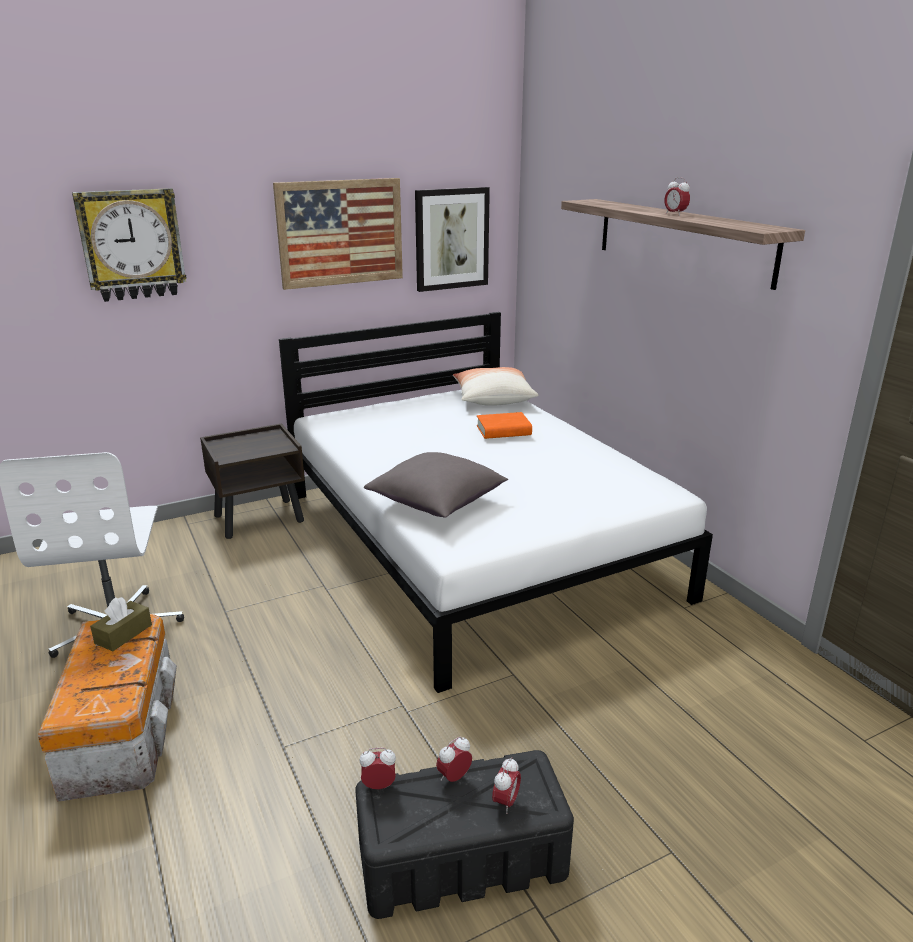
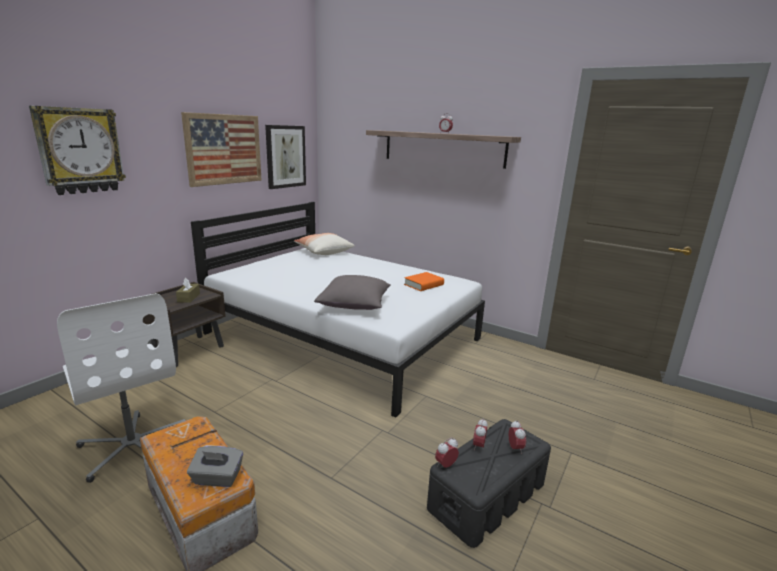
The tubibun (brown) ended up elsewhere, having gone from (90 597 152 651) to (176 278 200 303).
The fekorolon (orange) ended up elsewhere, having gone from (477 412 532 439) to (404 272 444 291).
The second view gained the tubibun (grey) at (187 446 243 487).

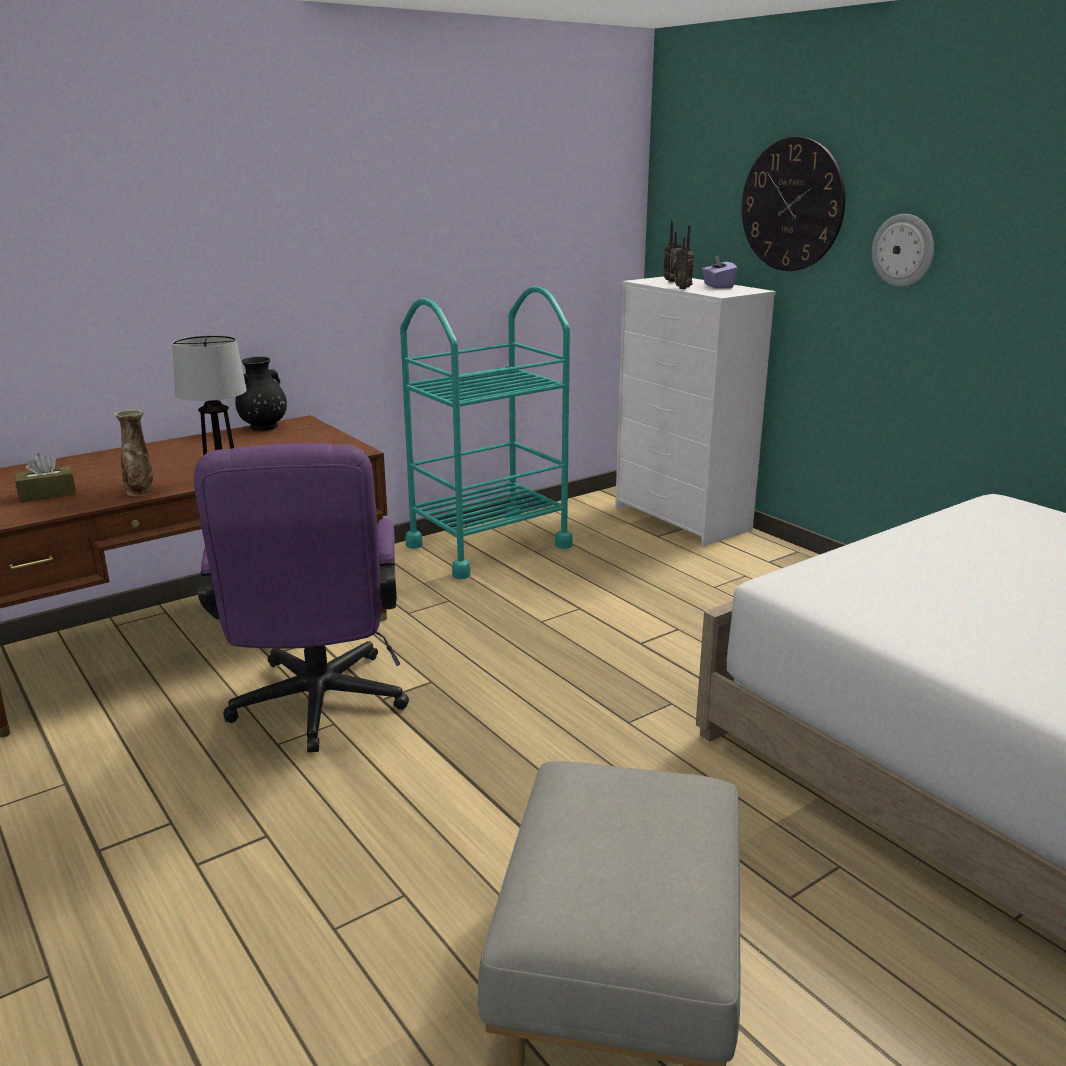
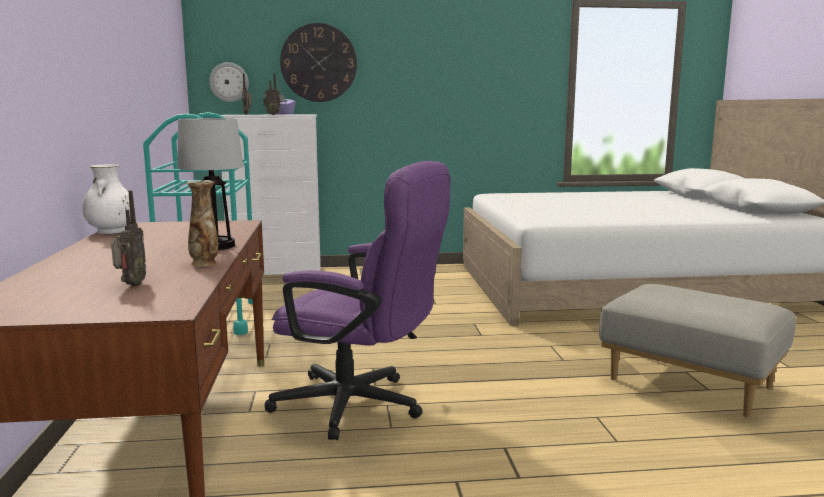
Where the tubibun (brown) stood at (15 453 76 502), the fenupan came to stand at (111 190 146 286).
What was the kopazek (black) at (235 357 287 431) turned into the kopazek (white) at (83 164 135 234).
The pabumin ended up elsewhere, having gone from (872 214 934 287) to (209 62 249 102).

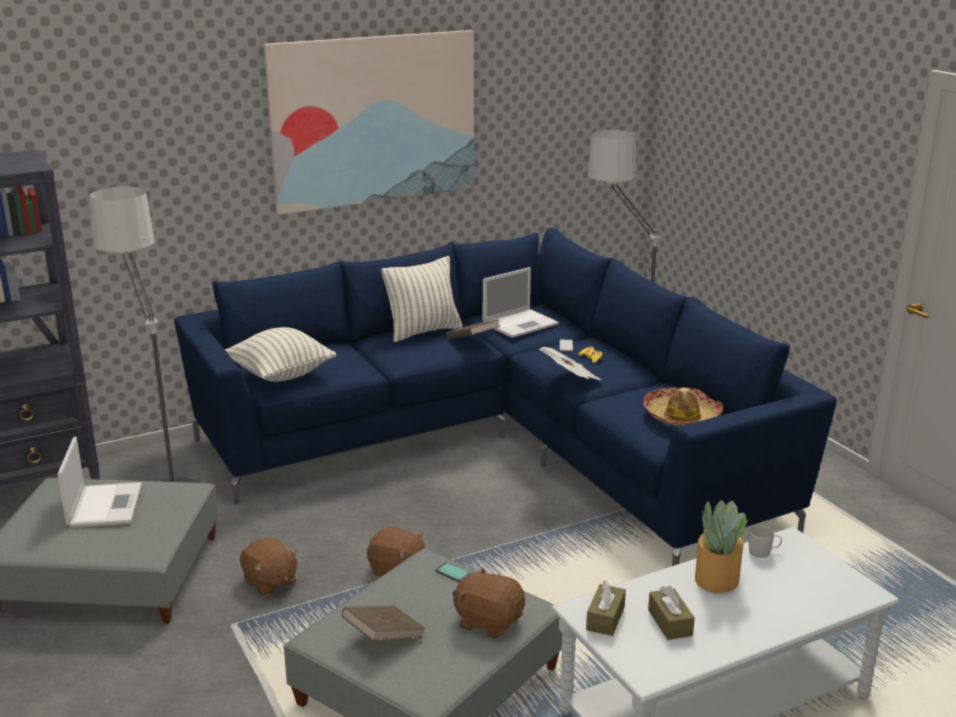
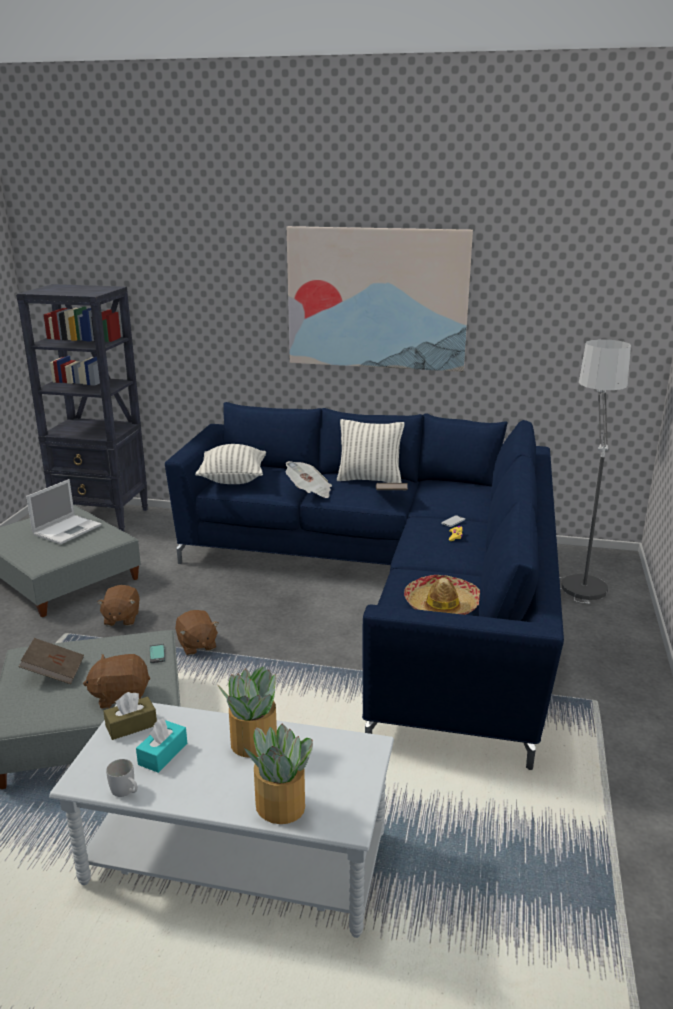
The second view lost the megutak at (90 186 200 483).
The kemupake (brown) at (452 567 525 639) ended up facing another way, 75 degrees counterclockwise from before.
The second view lost the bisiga at (483 267 559 338).
The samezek ended up elsewhere, having gone from (539 347 602 380) to (286 461 332 498).
What was the tubibun (brown) at (648 586 695 640) turned into the tubibun (turquoise) at (136 718 187 773).
The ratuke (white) ended up elsewhere, having gone from (749 525 782 558) to (106 759 138 797).
The second view gained the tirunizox at (244 724 313 824).

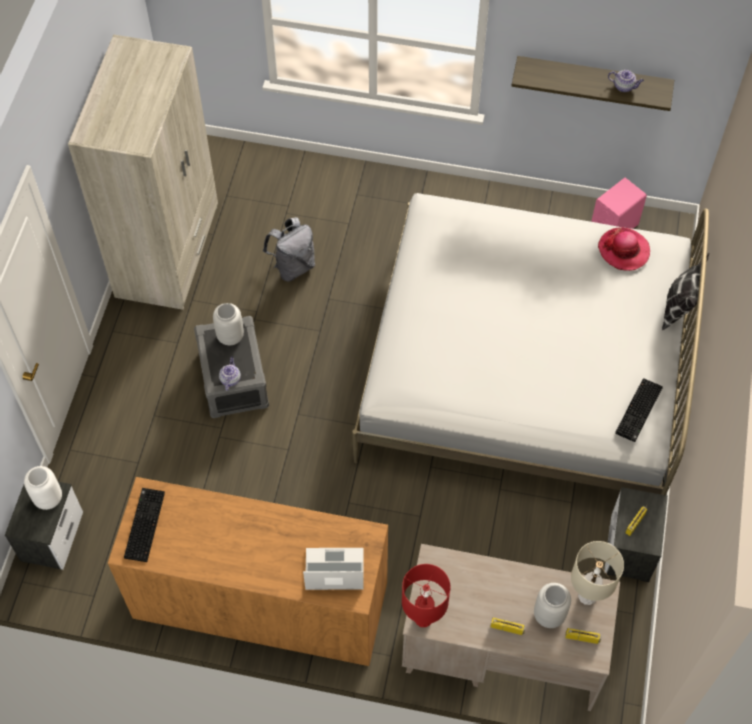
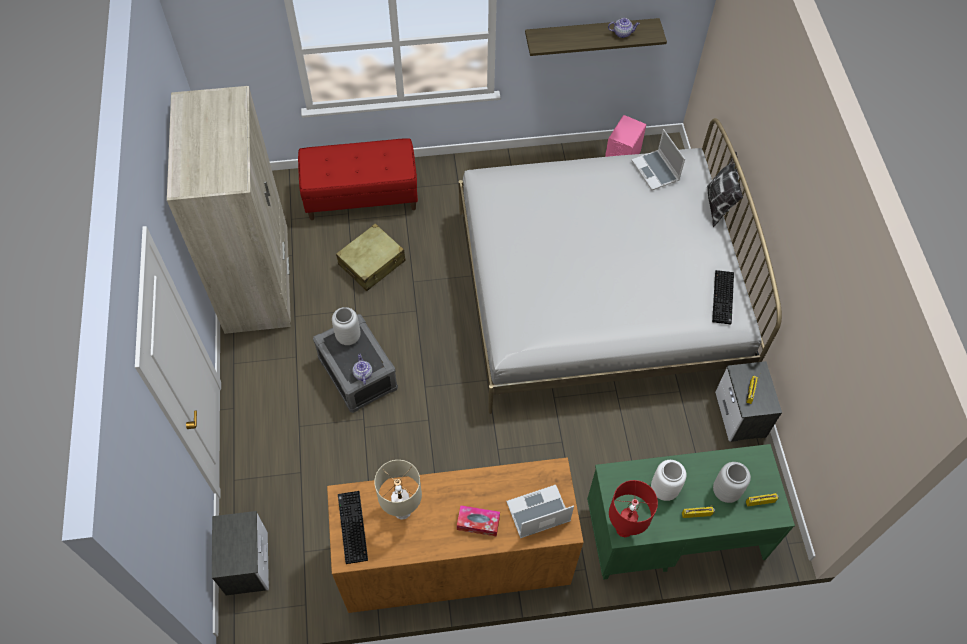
The kopazek (white) ended up elsewhere, having gone from (24 466 62 510) to (651 460 686 501).
Where the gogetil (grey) stood at (263 217 315 281), the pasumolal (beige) came to stand at (336 223 406 291).
What was the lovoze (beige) at (402 544 620 711) turned into the lovoze (green) at (587 444 795 580).
The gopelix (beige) ended up elsewhere, having gone from (571 541 624 605) to (374 460 422 520).
Where the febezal stood at (598 227 650 271), the bisiga came to stand at (631 129 685 190).
The second view gained the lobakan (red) at (298 138 418 220).
The second view gained the tubibun at (457 505 500 537).

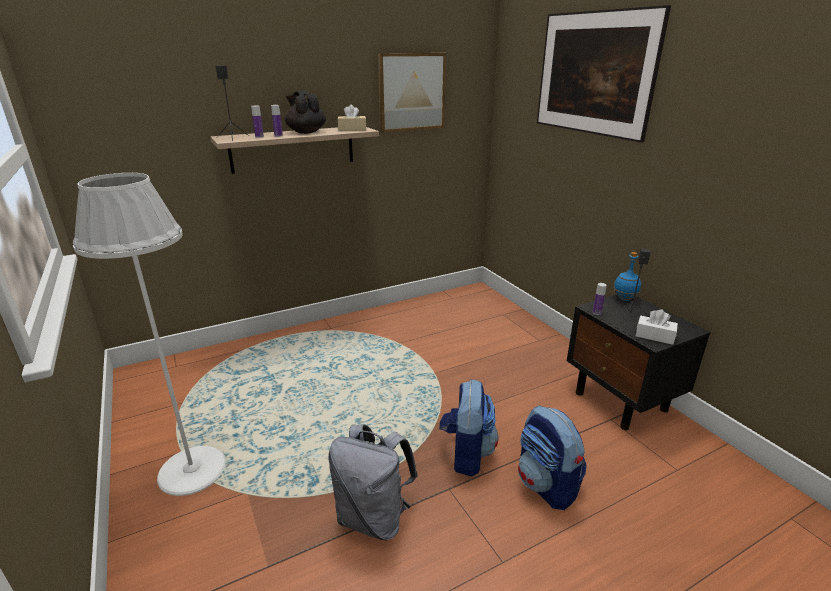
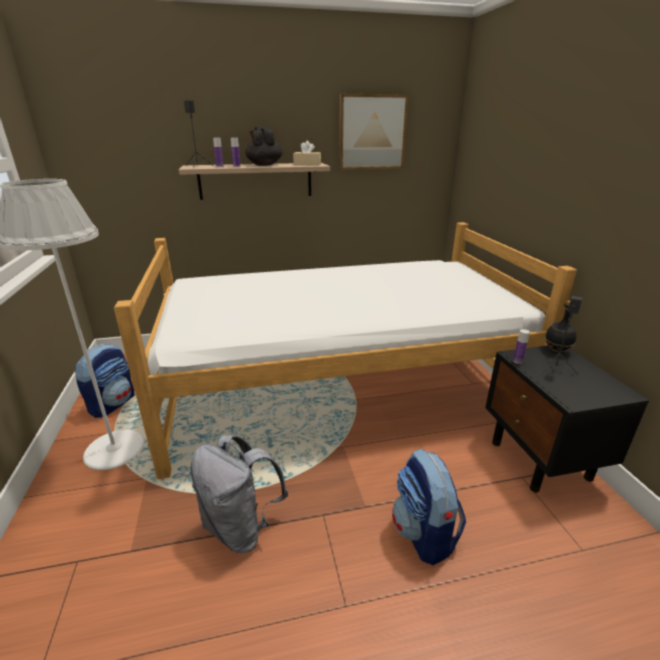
The gogetil ended up elsewhere, having gone from (439 380 498 477) to (75 344 135 418).
The second view lost the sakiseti at (537 5 671 143).
What was the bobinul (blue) at (614 252 641 301) turned into the bobinul (black) at (545 301 577 353).
The second view lost the tubibun (white) at (636 309 678 345).
The second view gained the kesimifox at (114 222 577 479).

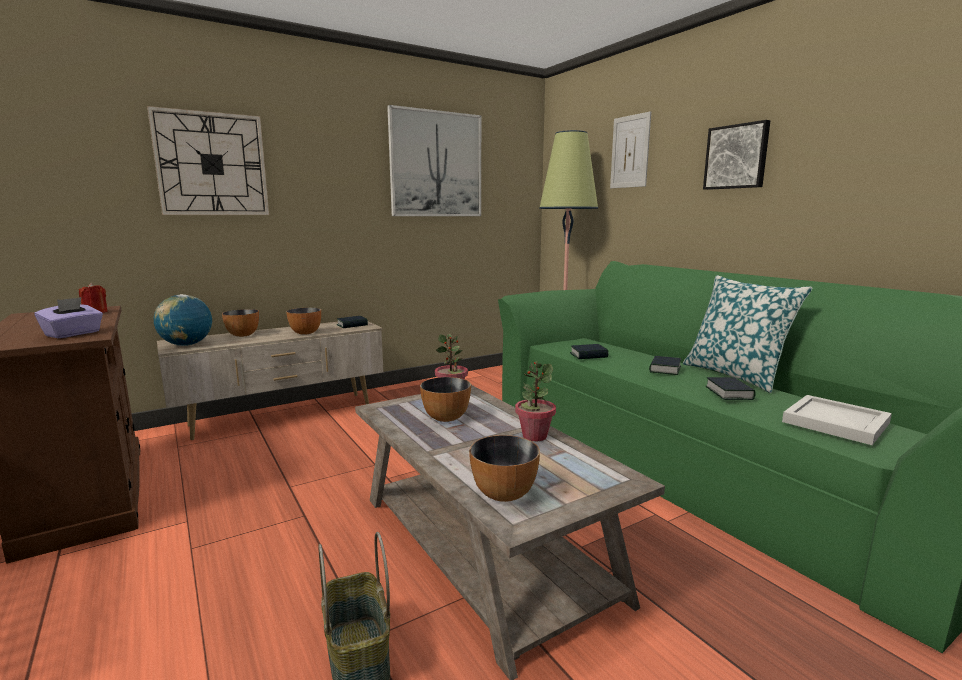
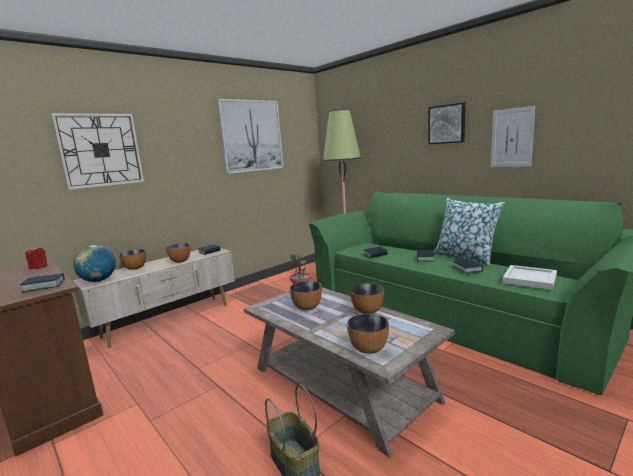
Where the tubibun (purple) stood at (34 297 103 338), the fekorolon came to stand at (20 273 65 292).
Where the tirunizox stood at (515 361 556 441), the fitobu came to stand at (350 283 384 314).
The sakiseti ended up elsewhere, having gone from (610 111 651 188) to (491 106 535 167).

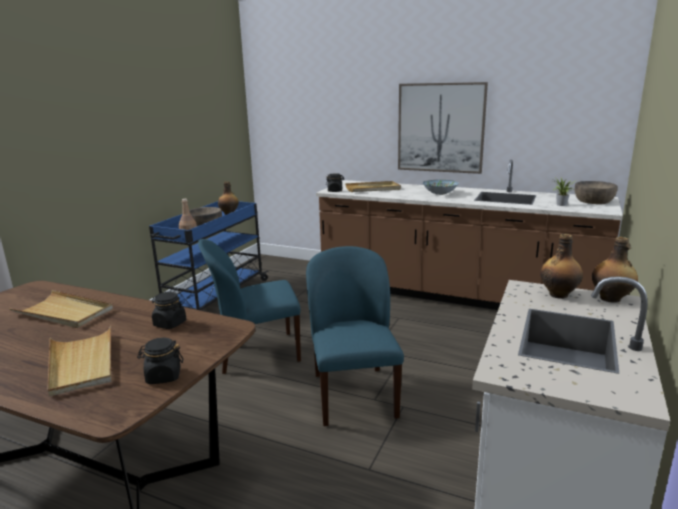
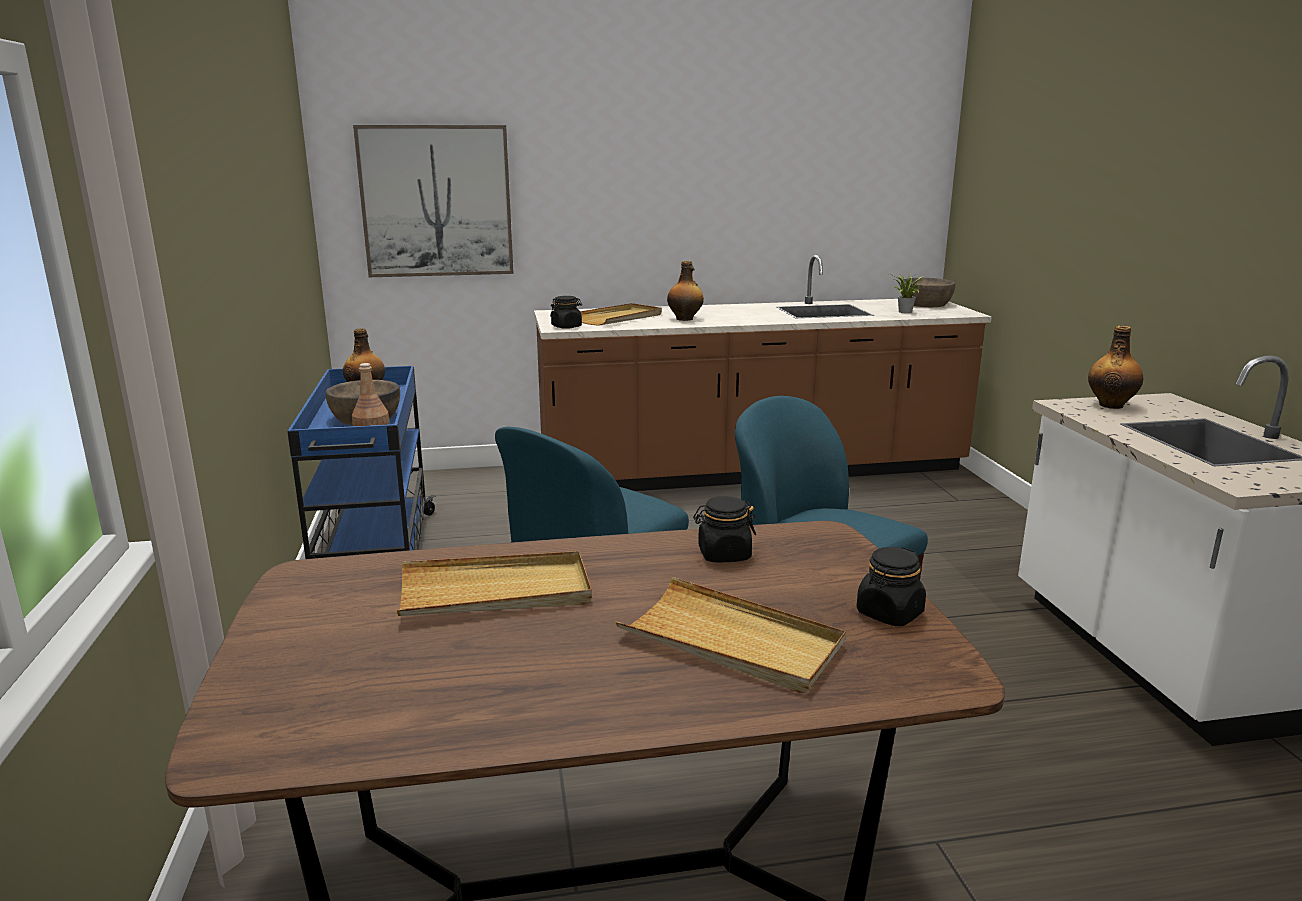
The sakiseti ended up elsewhere, having gone from (398 82 488 174) to (353 125 514 277).
The second view lost the fitobu at (423 180 459 195).
The bobinul ended up elsewhere, having gone from (592 237 638 303) to (667 261 704 321).

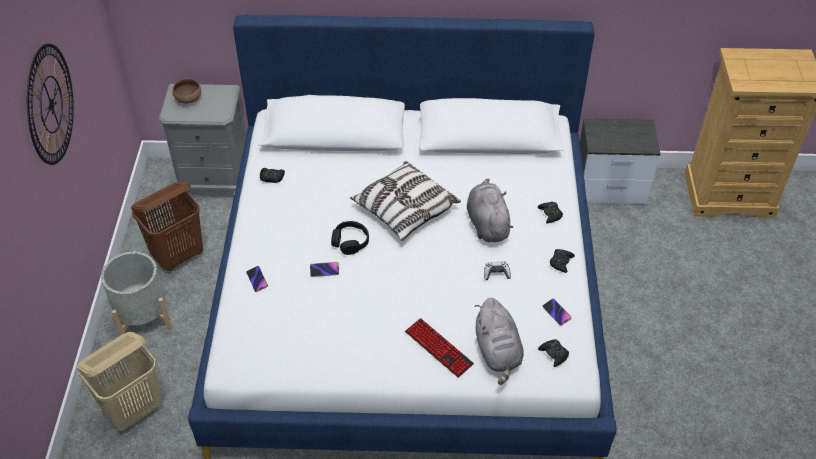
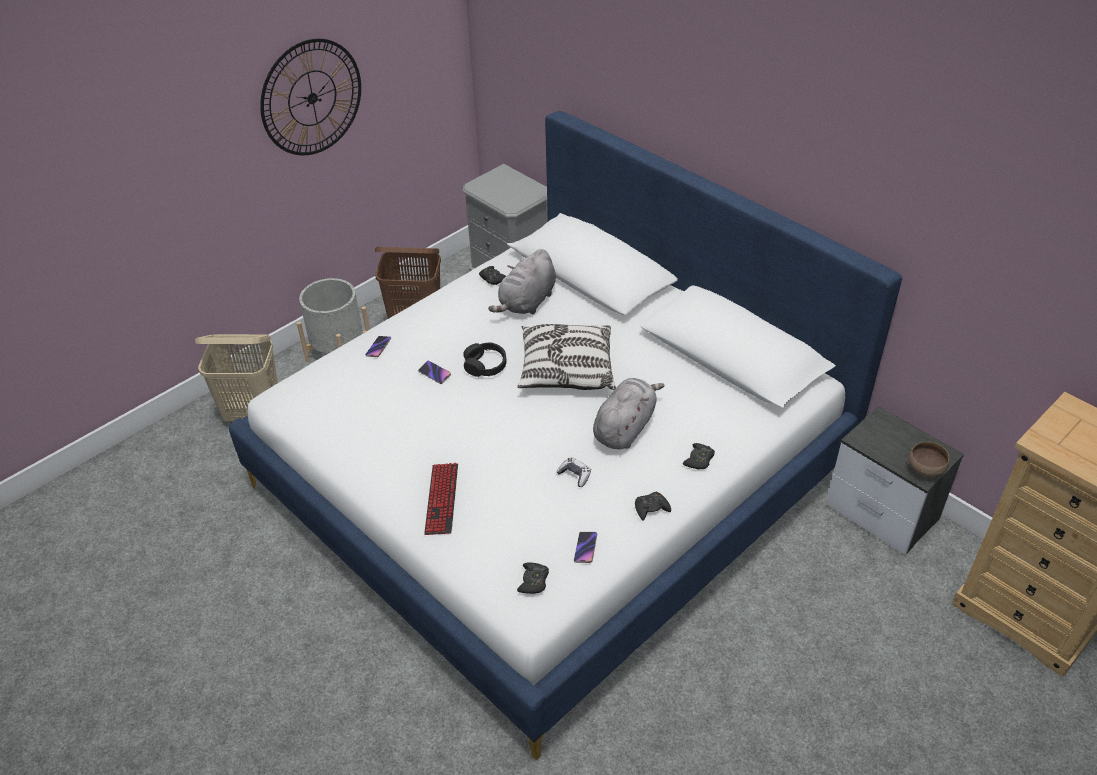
The fitobu (brown) ended up elsewhere, having gone from (172 79 201 104) to (908 441 950 477).
The kemupake (grey) ended up elsewhere, having gone from (475 298 523 385) to (488 249 556 315).

